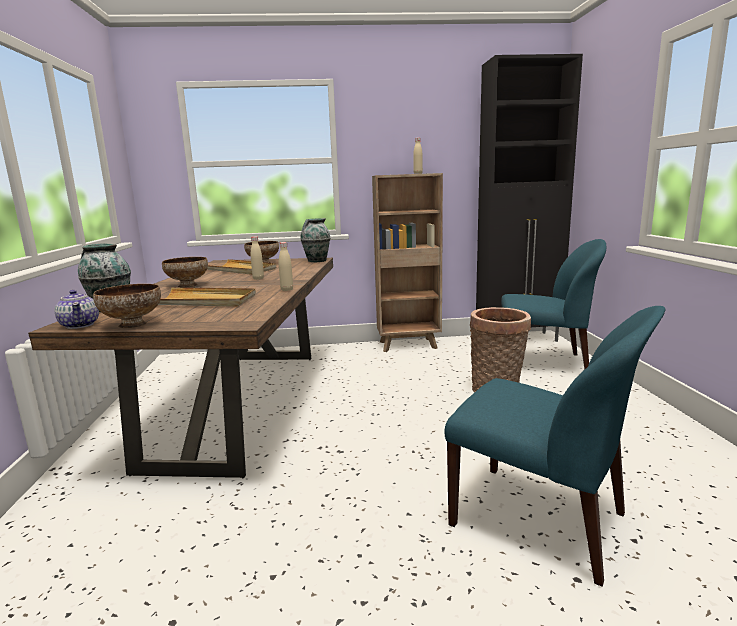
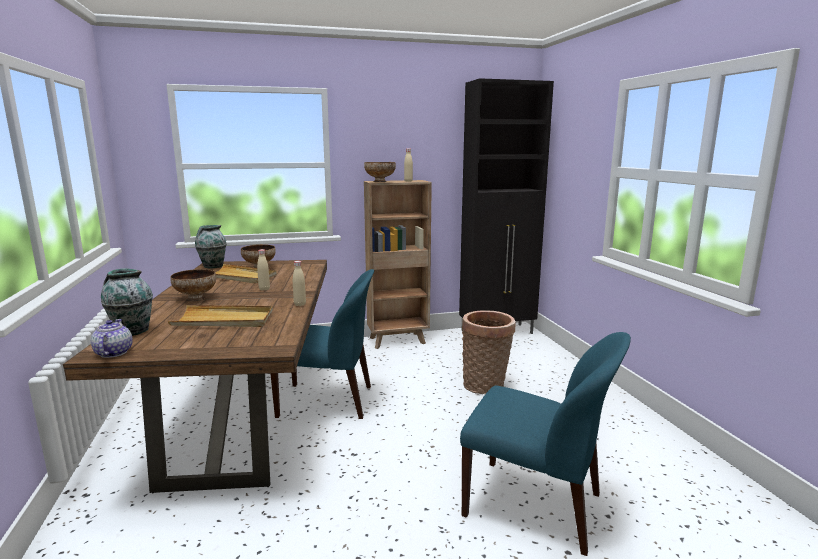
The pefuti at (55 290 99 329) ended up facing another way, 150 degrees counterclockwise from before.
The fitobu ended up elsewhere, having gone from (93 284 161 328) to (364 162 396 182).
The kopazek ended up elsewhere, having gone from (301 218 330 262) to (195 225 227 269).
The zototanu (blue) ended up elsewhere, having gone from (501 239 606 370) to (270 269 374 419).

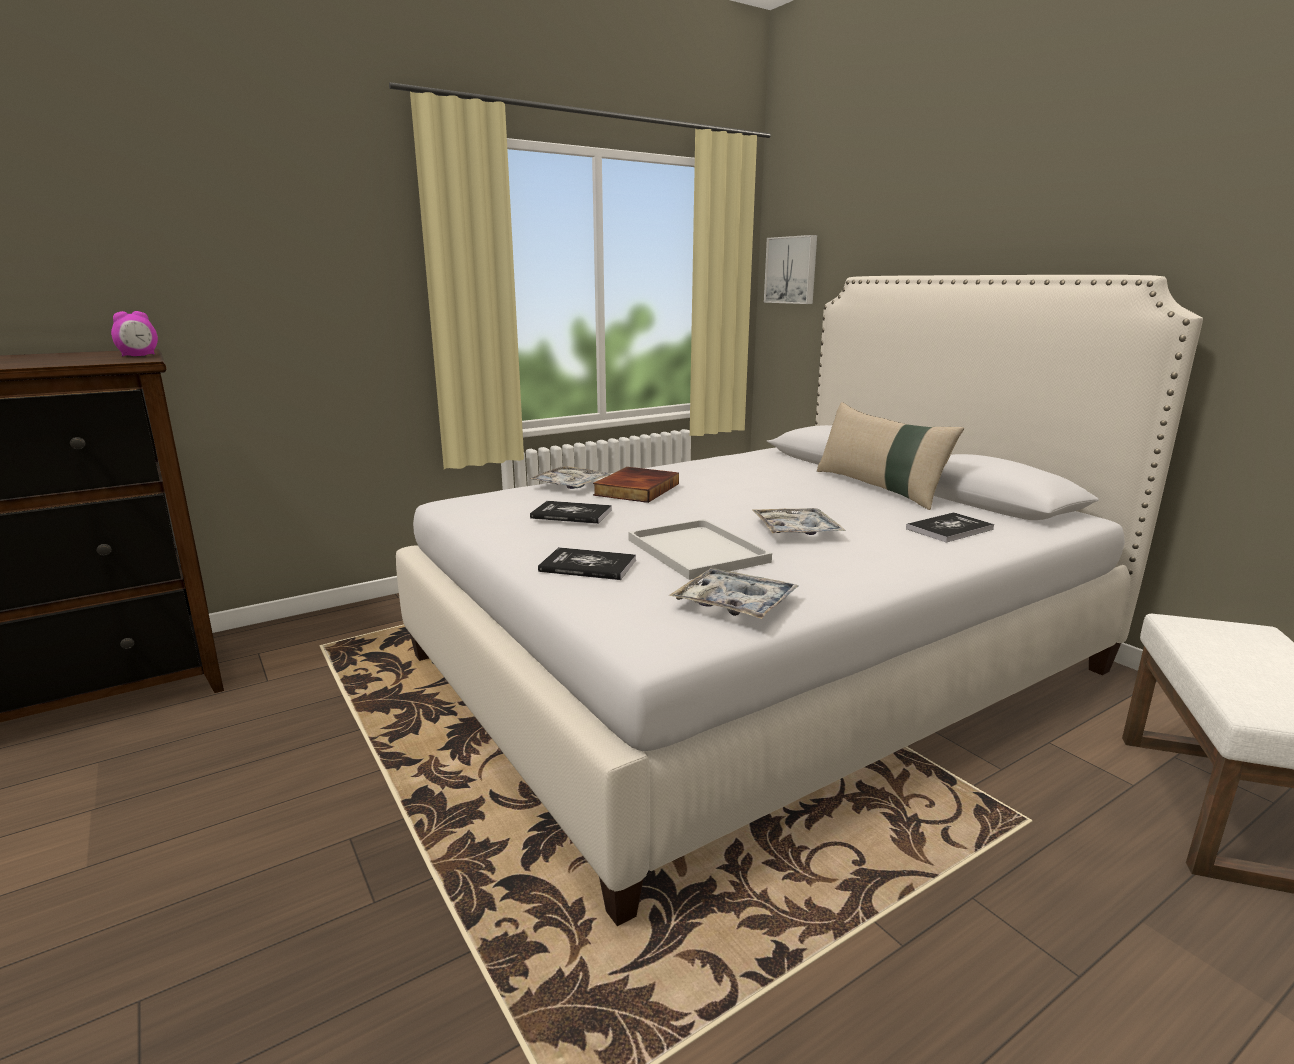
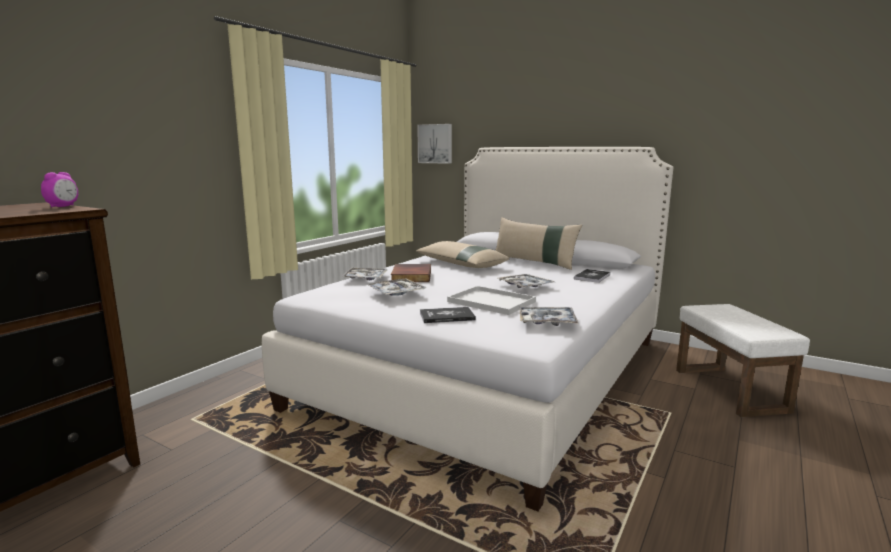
Where the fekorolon stood at (530 501 612 524), the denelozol came to stand at (367 279 427 296).
The second view gained the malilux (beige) at (416 241 510 268).

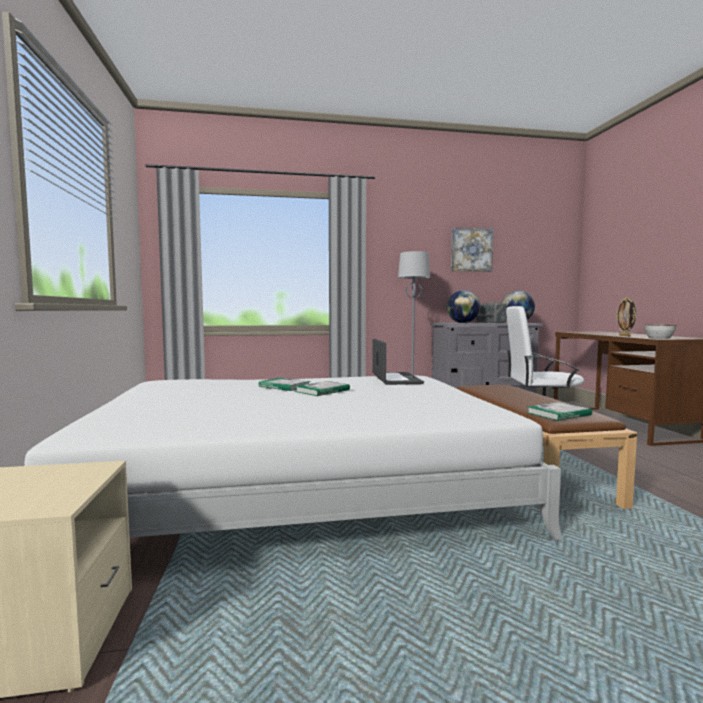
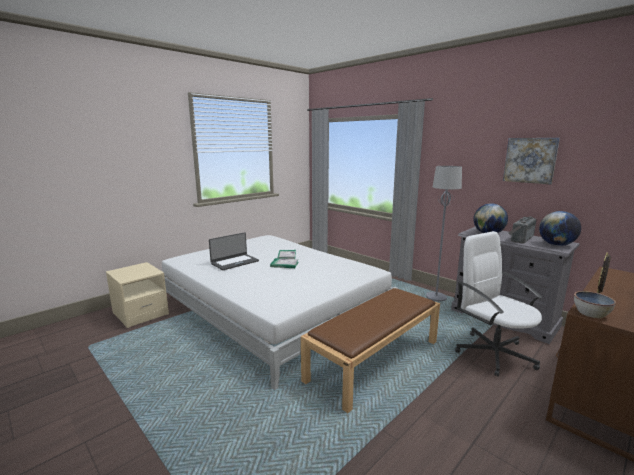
The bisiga ended up elsewhere, having gone from (372 338 424 385) to (209 232 259 270).
The second view lost the fekorolon at (526 402 592 421).

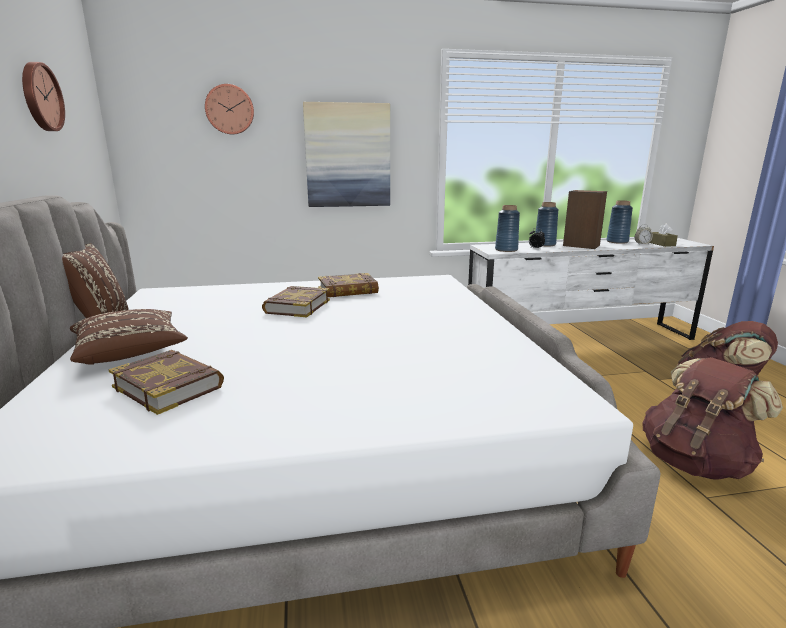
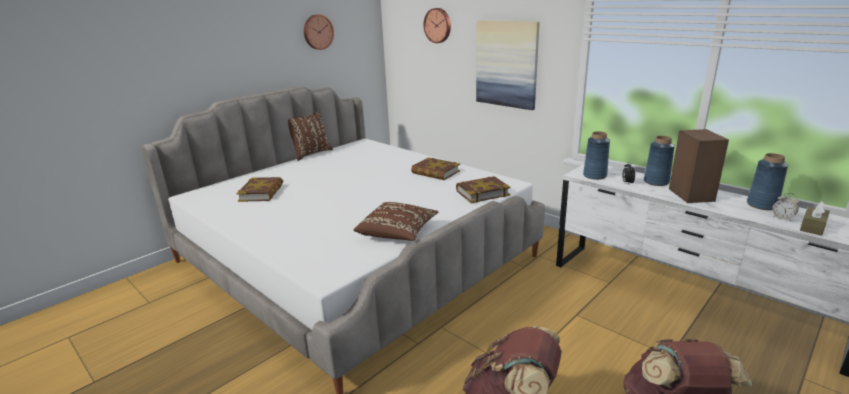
The malilux (brown) ended up elsewhere, having gone from (70 309 188 365) to (354 202 439 241).
The fekorolon ended up elsewhere, having gone from (262 286 330 317) to (456 176 510 203).

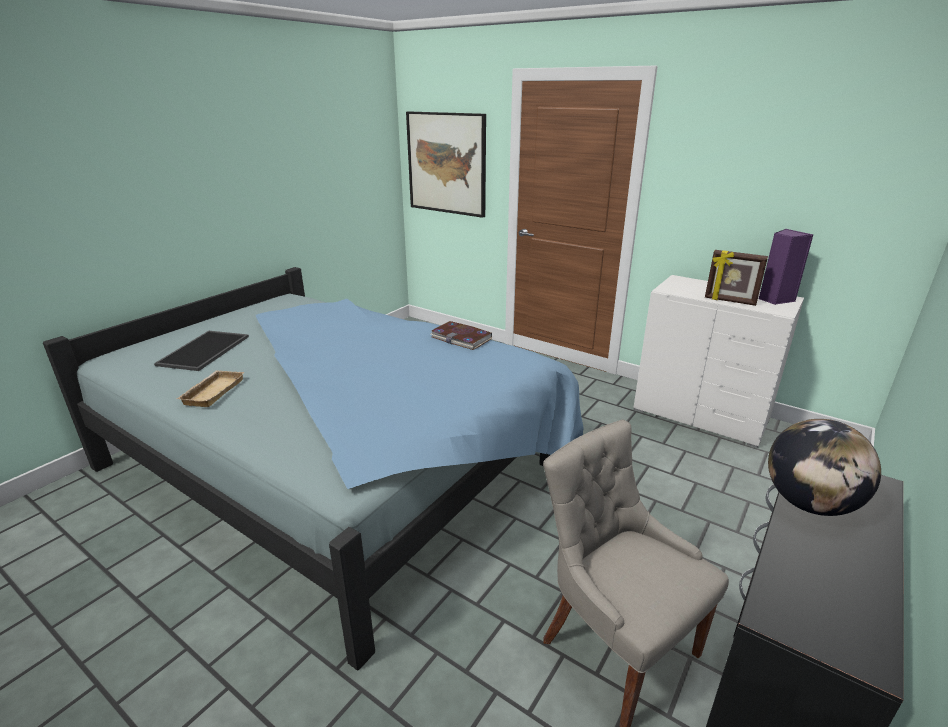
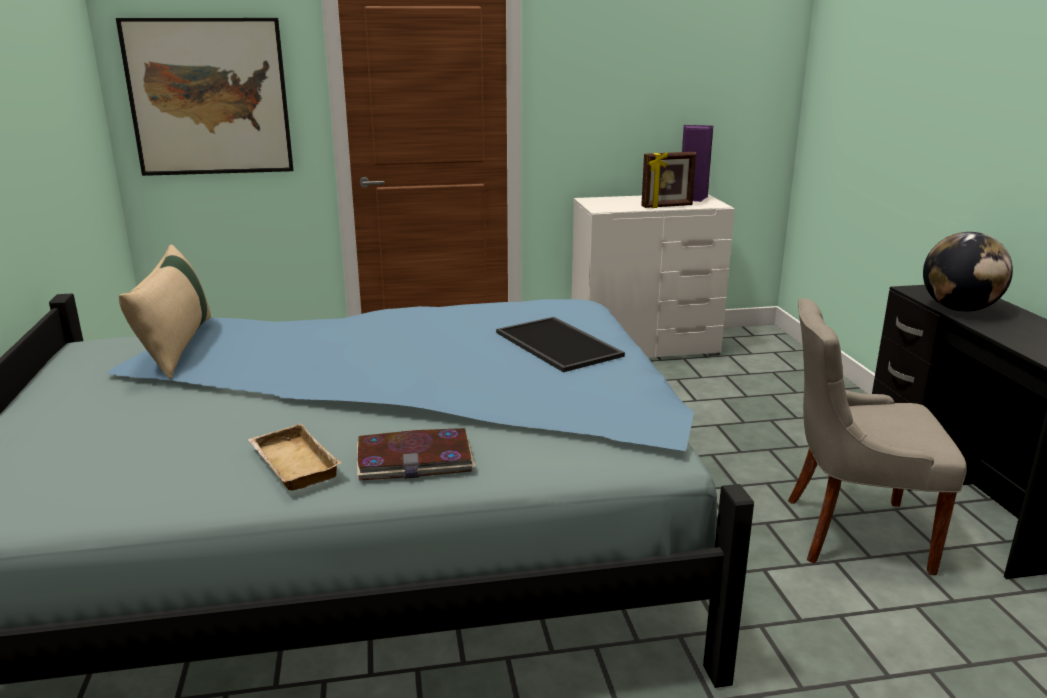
The denelozol ended up elsewhere, having gone from (154 331 249 371) to (496 317 625 372).
The fekorolon ended up elsewhere, having gone from (431 321 493 350) to (357 428 476 481).
The second view gained the malilux (beige) at (119 244 211 379).

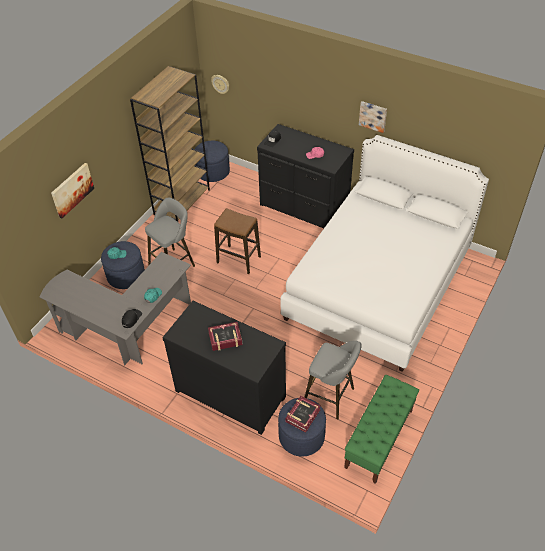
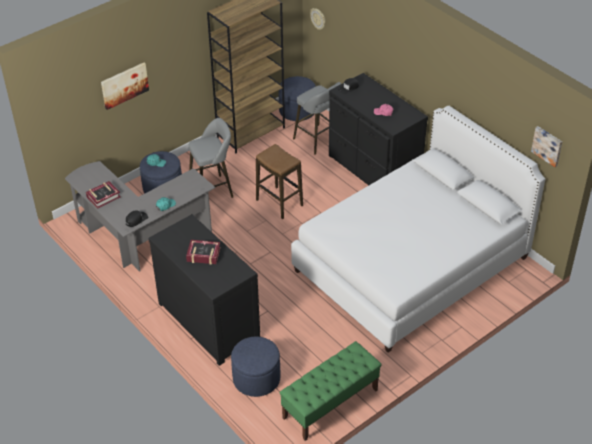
The fekorolon ended up elsewhere, having gone from (286 396 321 433) to (86 181 121 209).
The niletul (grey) ended up elsewhere, having gone from (304 341 362 419) to (293 82 341 155).
The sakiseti ended up elsewhere, having gone from (359 101 387 133) to (531 126 562 167).

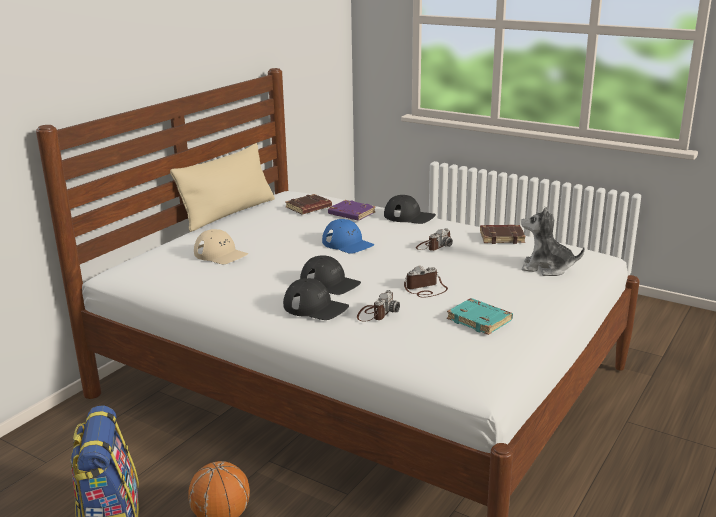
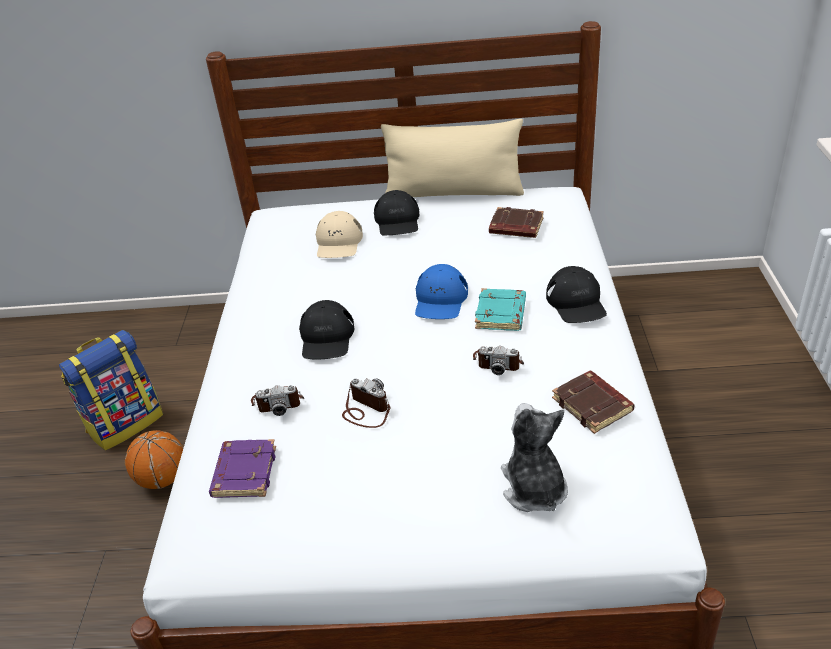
The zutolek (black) ended up elsewhere, having gone from (283 278 349 320) to (374 190 419 235).
The fekorolon (purple) ended up elsewhere, having gone from (328 200 376 221) to (209 439 276 498).
The fekorolon (turquoise) ended up elsewhere, having gone from (447 298 513 335) to (475 288 526 331).

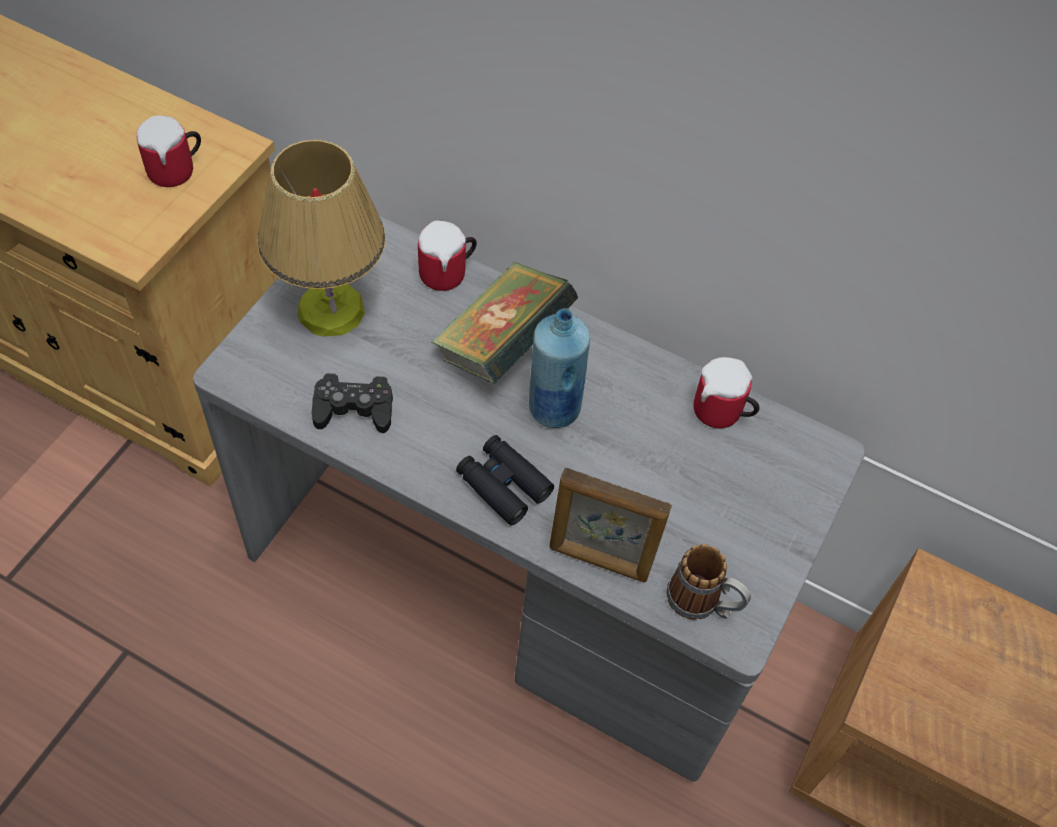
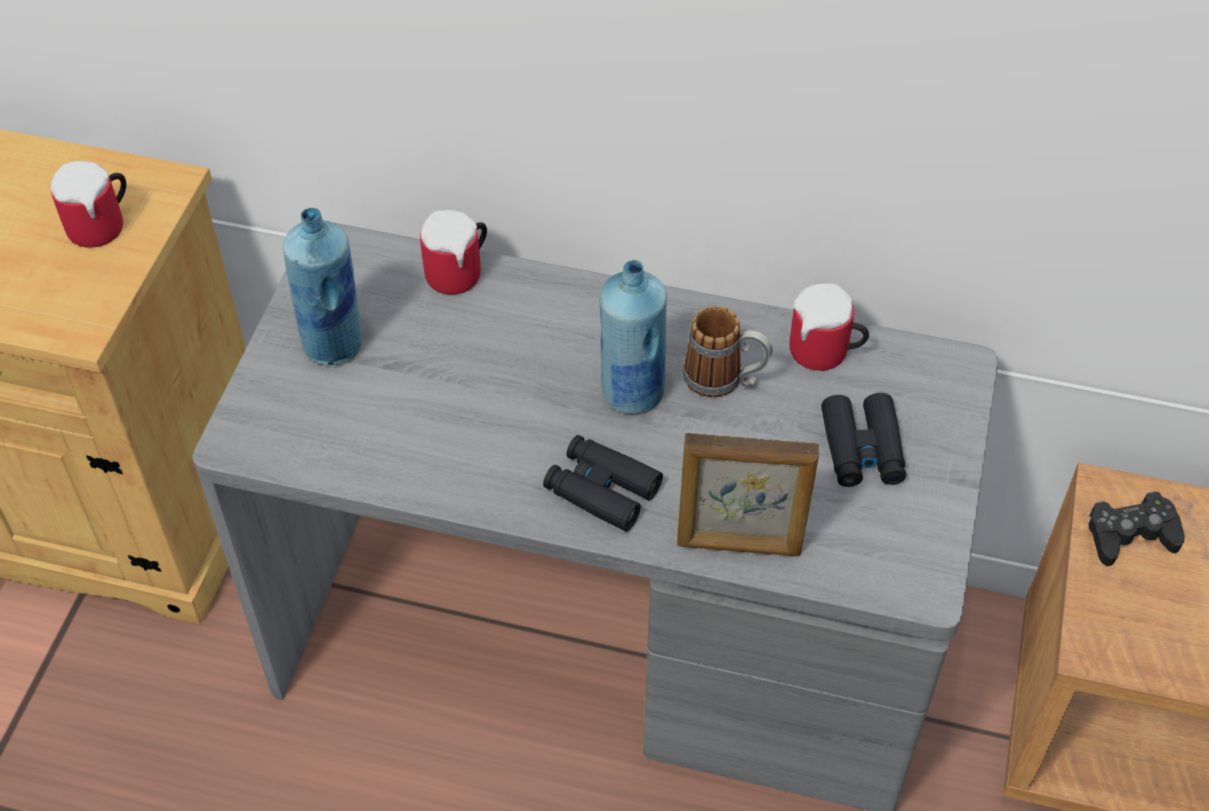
Where the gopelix stood at (258 139 386 337), the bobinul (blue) came to stand at (283 208 363 365).
The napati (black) ended up elsewhere, having gone from (311 373 393 433) to (1089 491 1184 566).
The second view lost the fekorolon at (432 262 579 384).
The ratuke ended up elsewhere, having gone from (667 544 751 620) to (683 305 773 398).
The second view gained the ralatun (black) at (821 393 906 487).

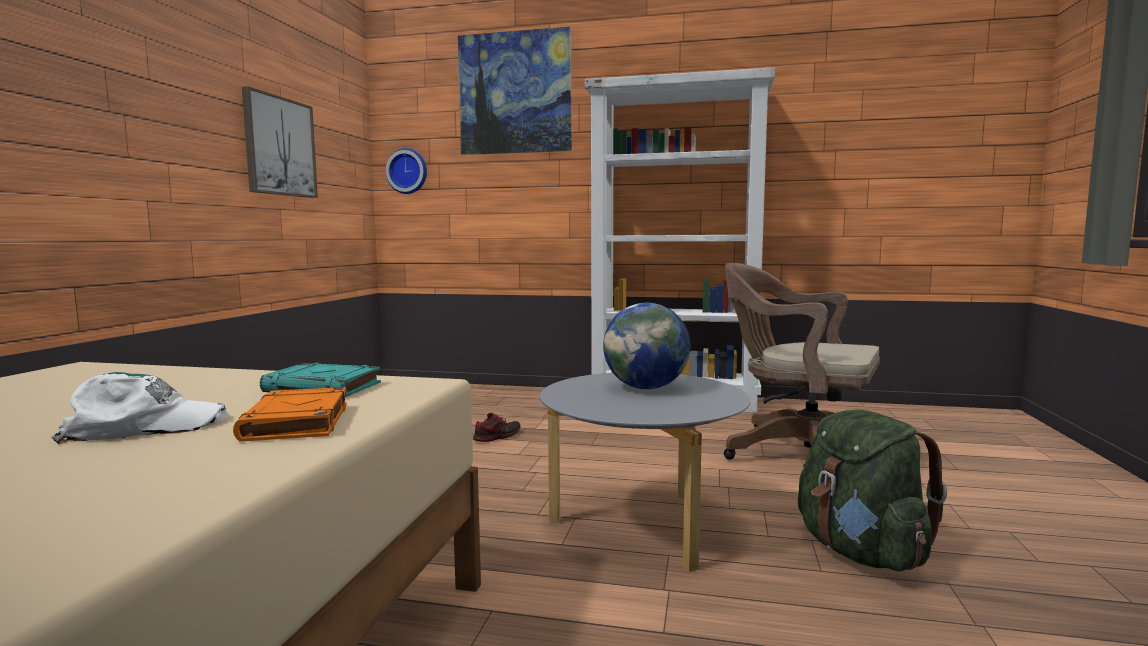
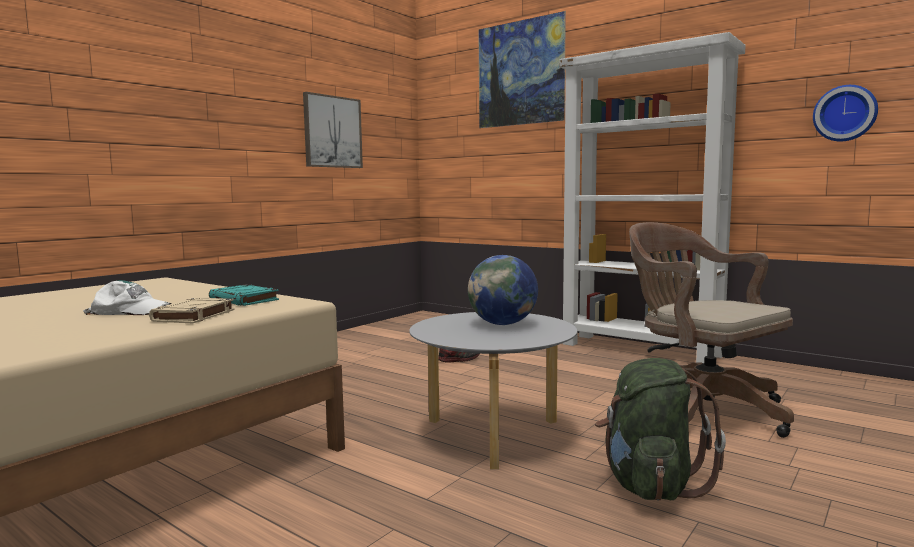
What was the fekorolon (orange) at (233 387 347 441) turned into the fekorolon (beige) at (149 298 234 323).
The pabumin ended up elsewhere, having gone from (386 148 427 194) to (813 85 878 141).

